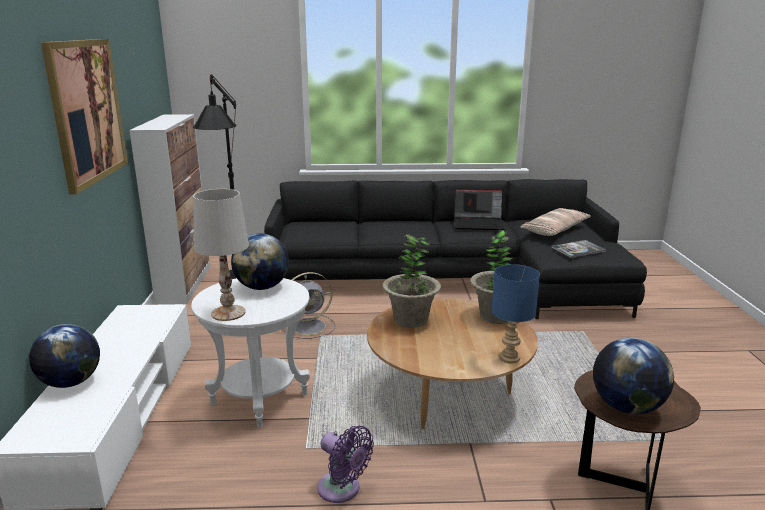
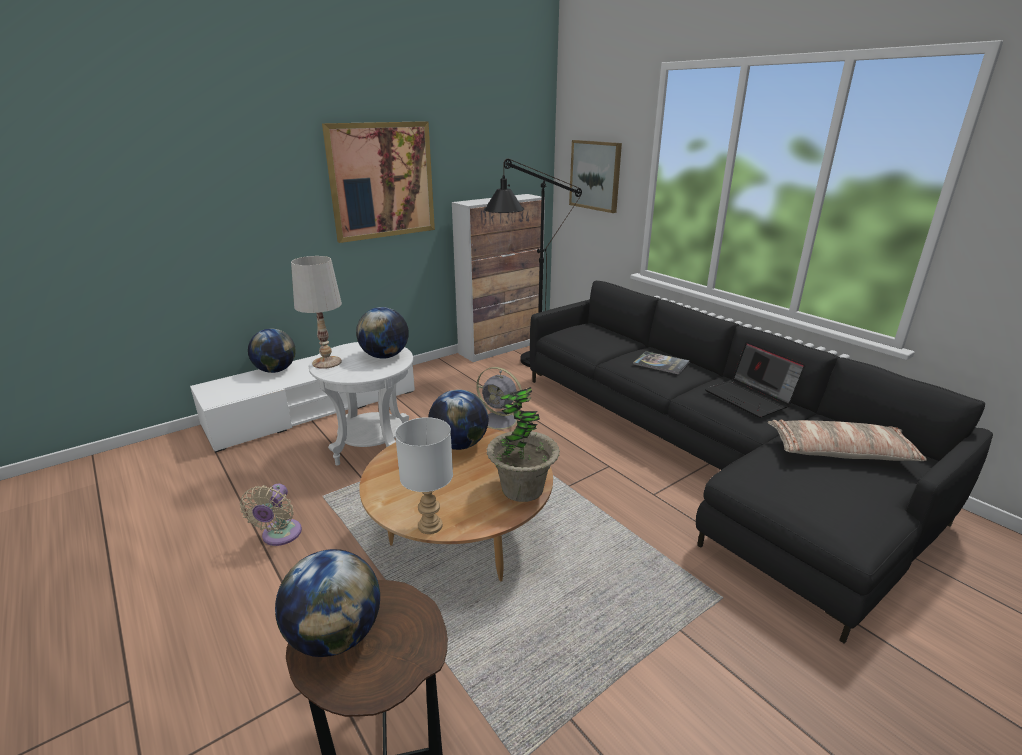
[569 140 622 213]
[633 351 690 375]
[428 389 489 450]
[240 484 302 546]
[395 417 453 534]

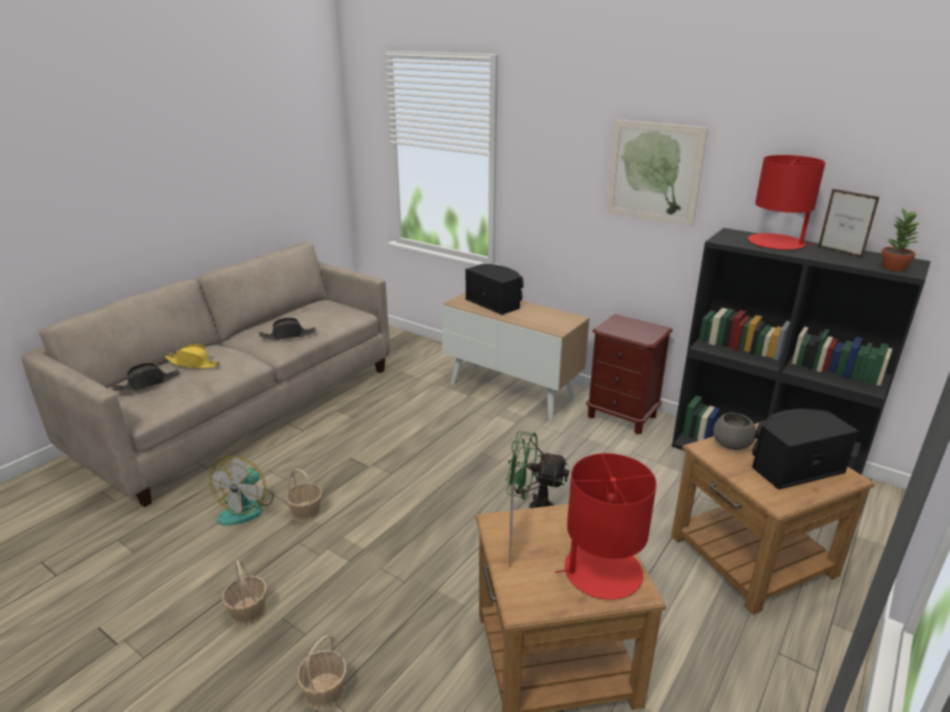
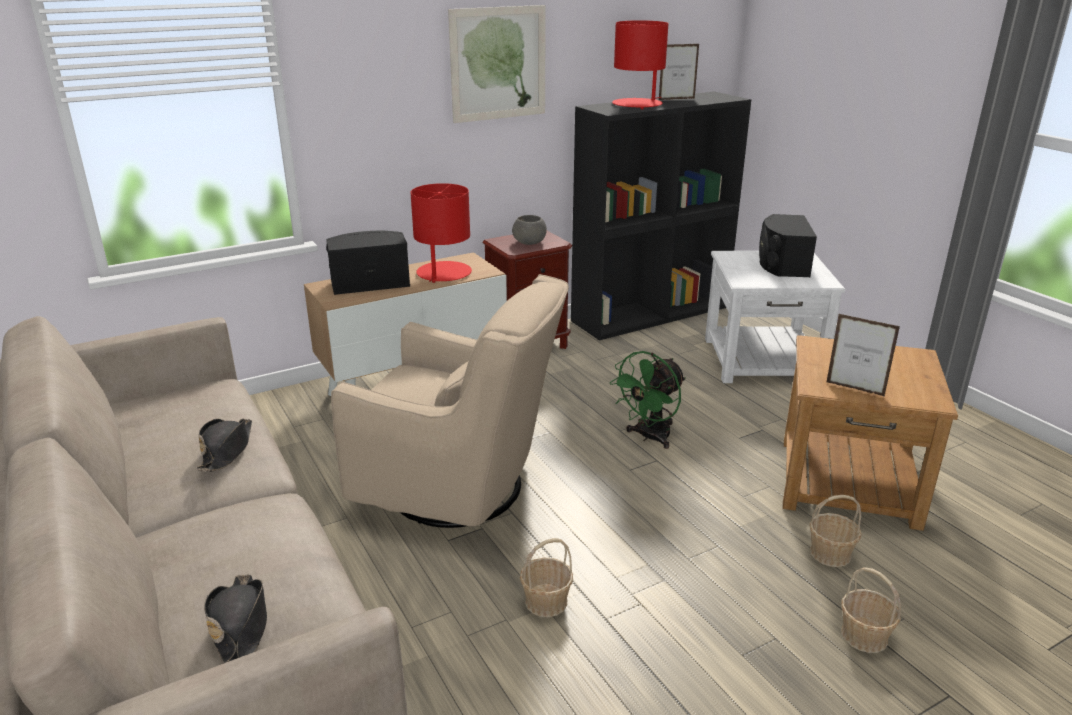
[165 344 221 369] (first image)
[210 456 274 526] (first image)
[881 207 920 272] (first image)
[331 274 569 528]
[809 495 862 567]
[410 183 472 283]
[512 215 547 245]
[705 251 845 383]

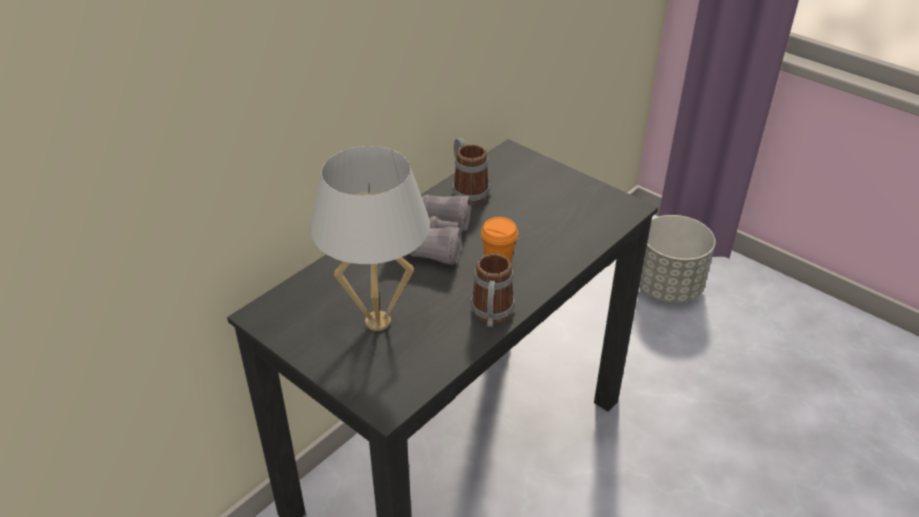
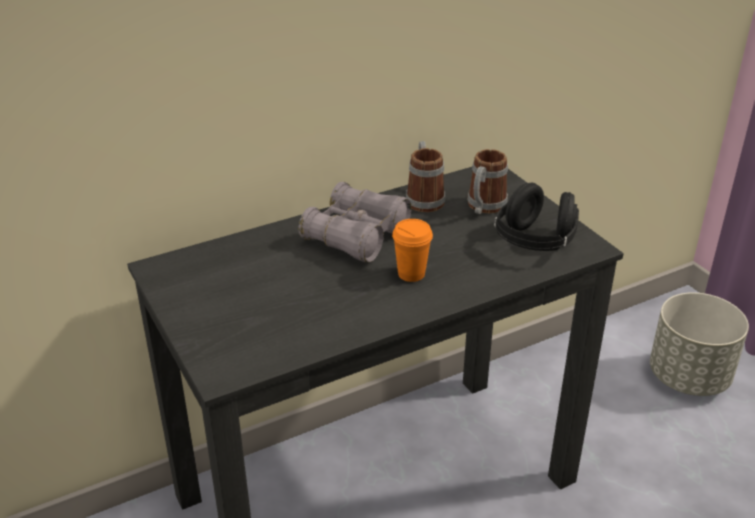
[310 146 430 331] (first image)
[494 183 579 251]
[467 149 508 214]

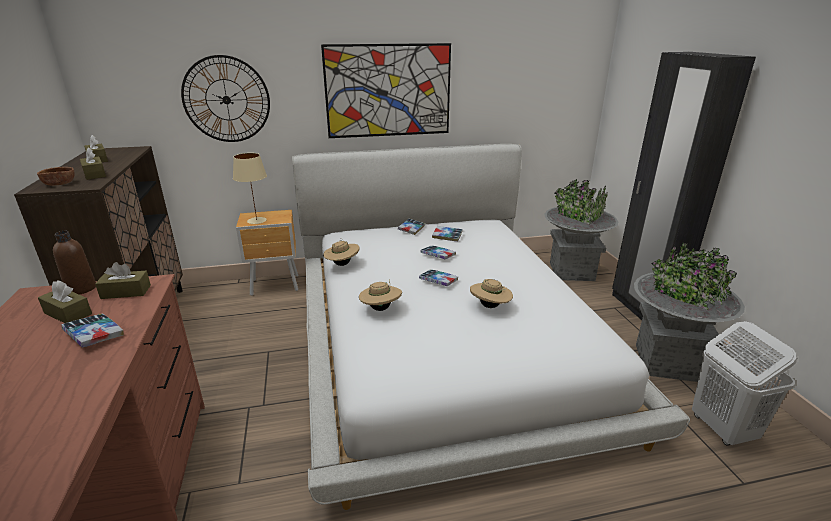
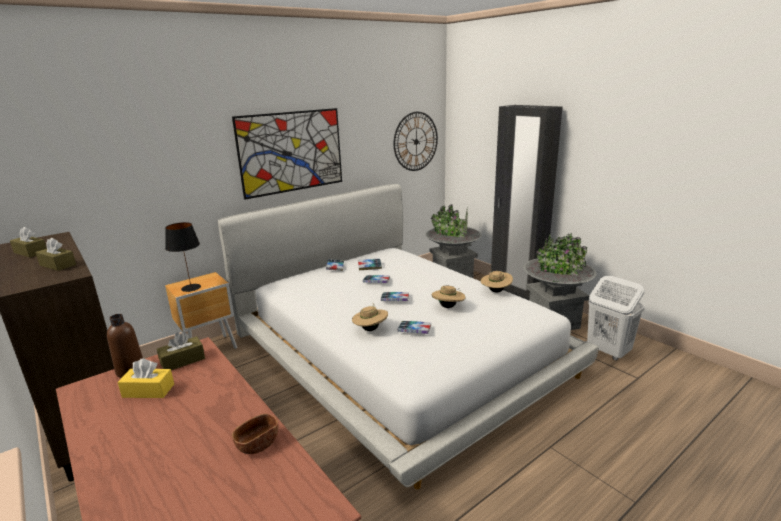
[232 414 278 454]
[398 321 431 334]
[394 112 438 171]
[481 269 513 293]
[118 359 174 398]
[165 222 201 292]

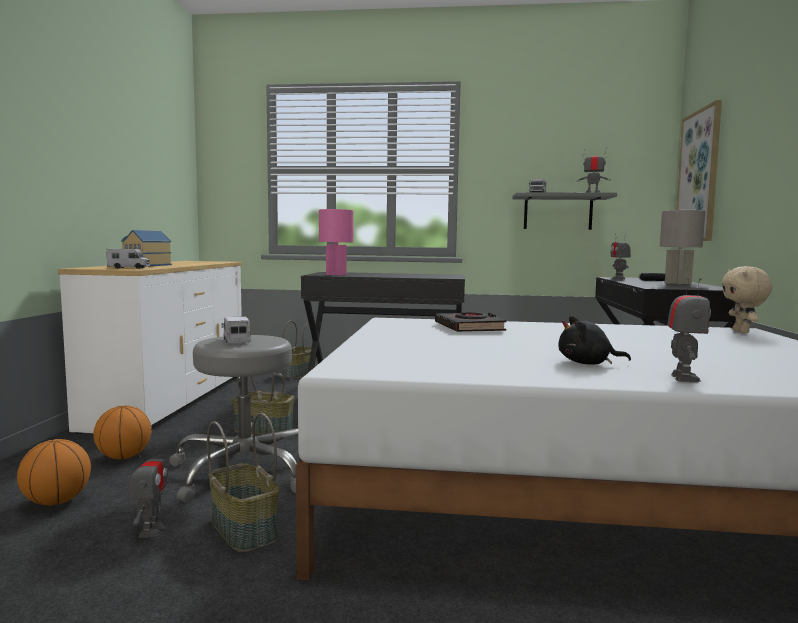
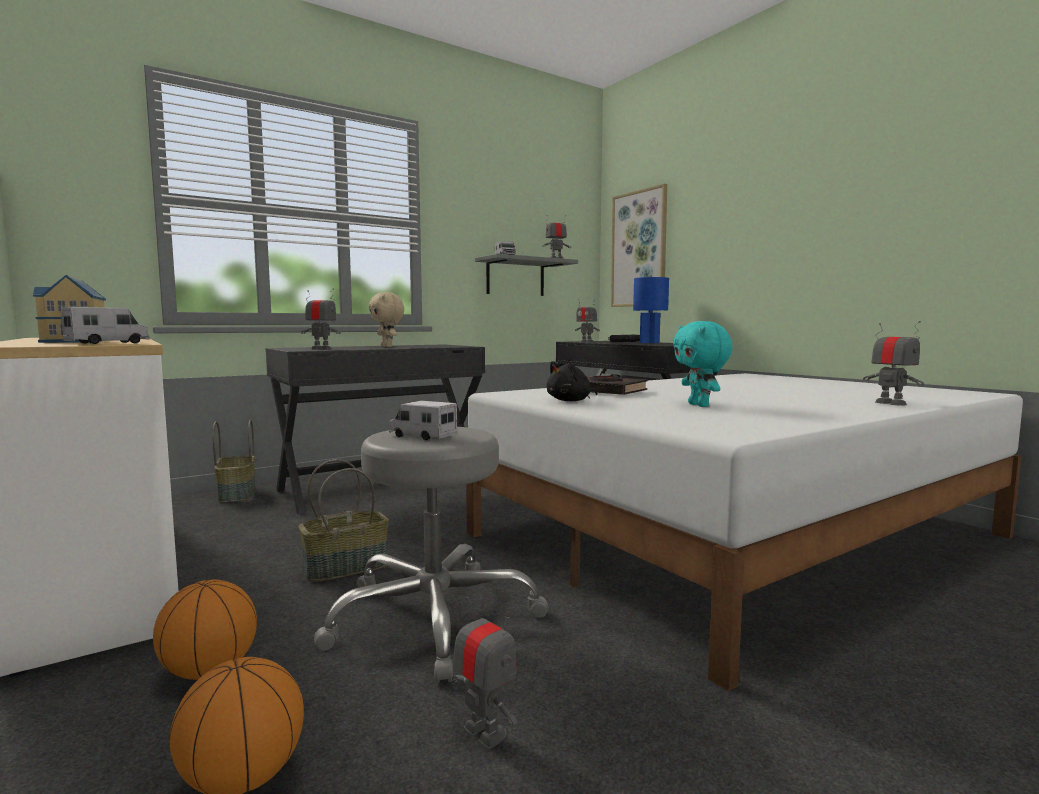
[207 413 280 552] (first image)
[673 321 733 407]
[546 361 598 401]
[369 292 404 347]
[301 288 341 350]
[633 277 669 343]

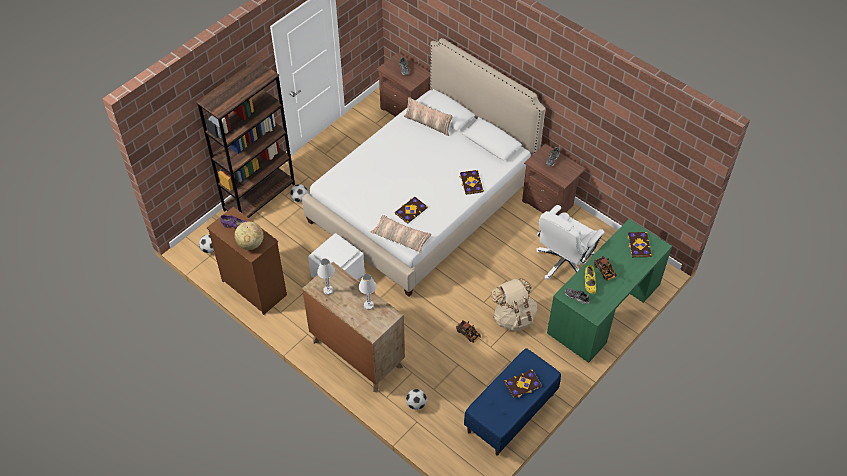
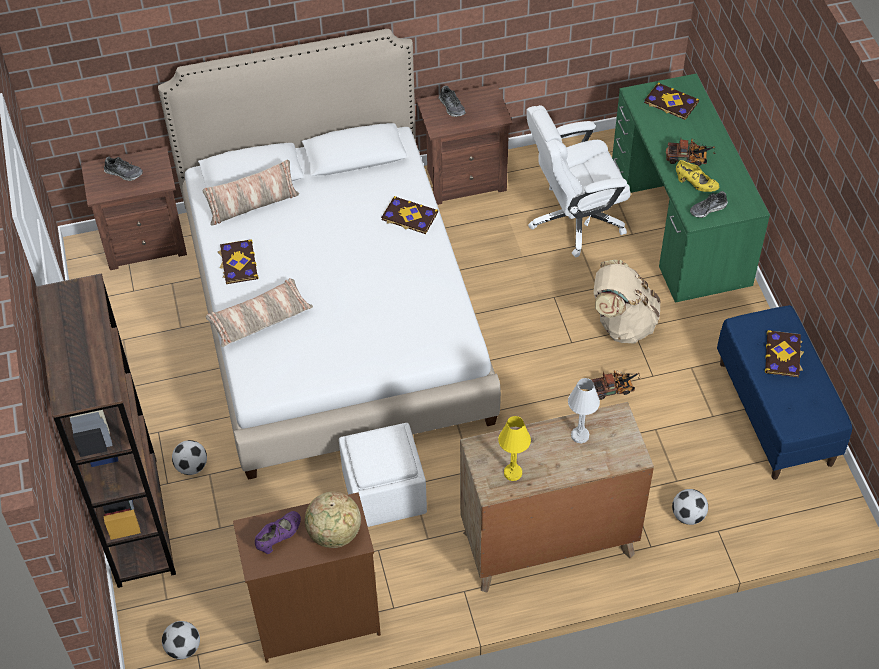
[206 278 313 347]
[218 239 259 284]
[498 416 531 481]
[527 105 631 257]

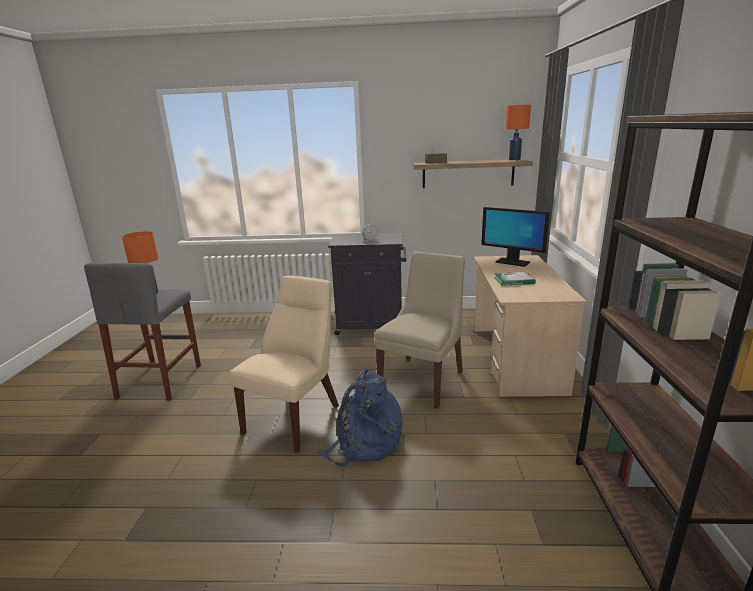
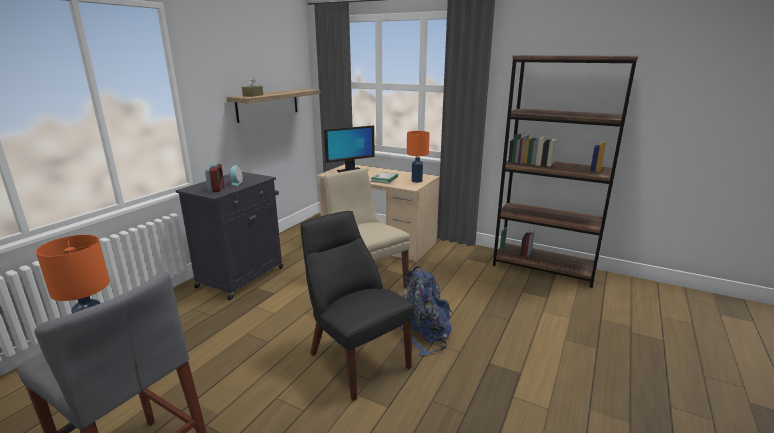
[205 163 224 192]
[407 131 430 183]
[300 211 414 401]

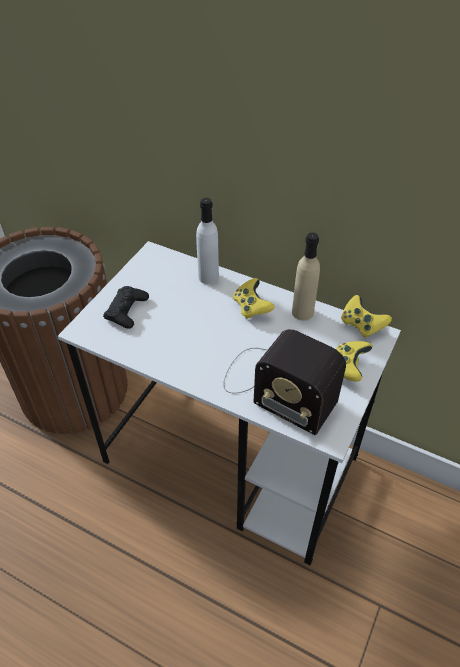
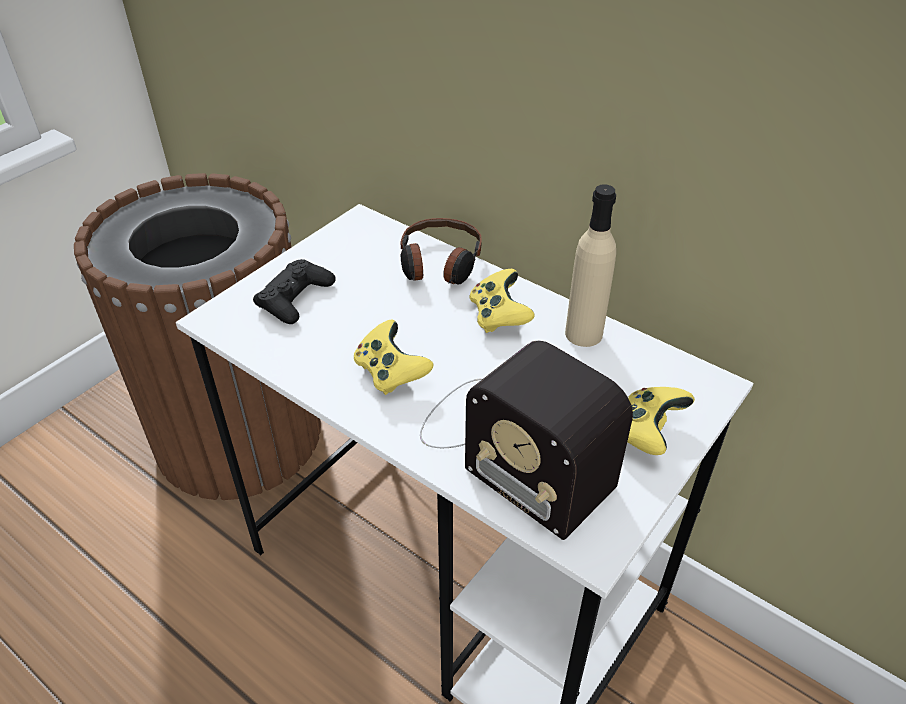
[354 320 434 395]
[400 218 482 285]

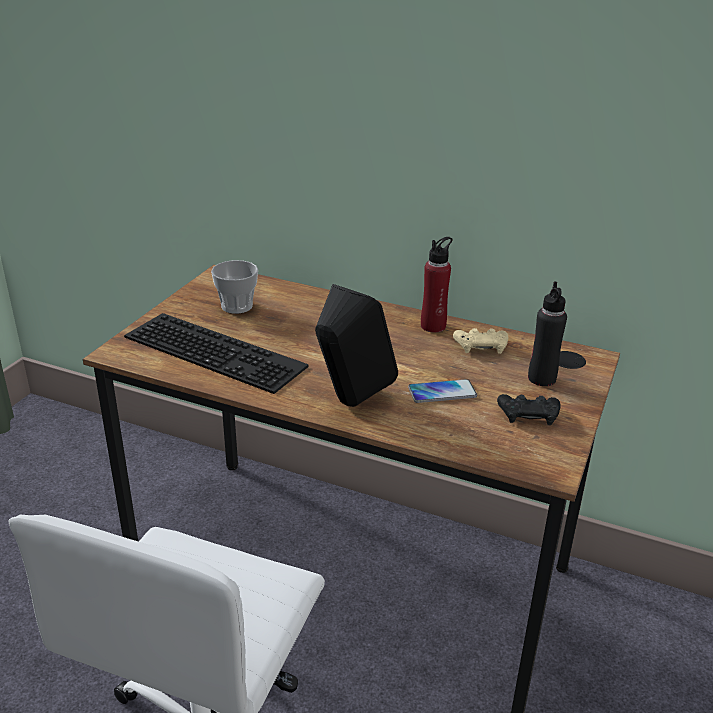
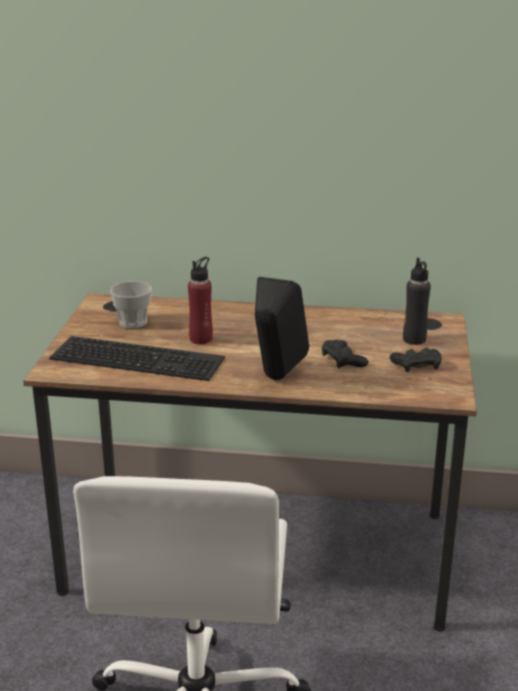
[453 328 508 354] (first image)
[188 257 213 344]
[321 340 368 369]

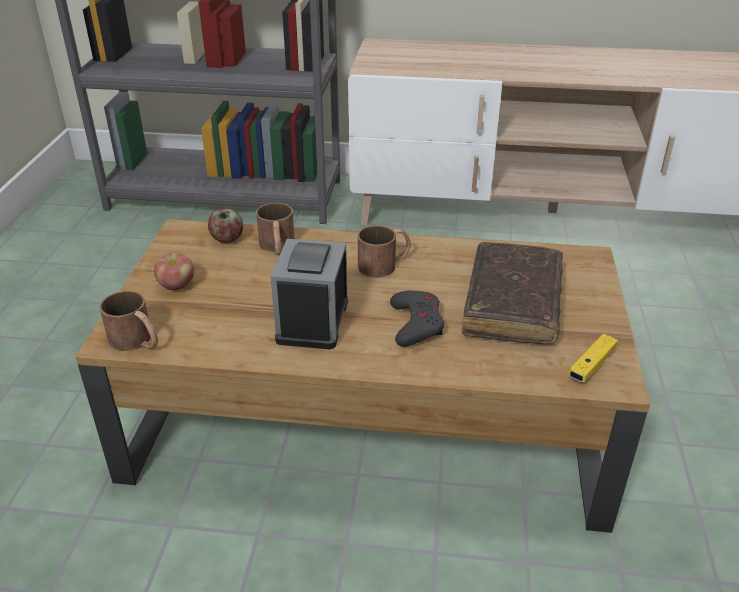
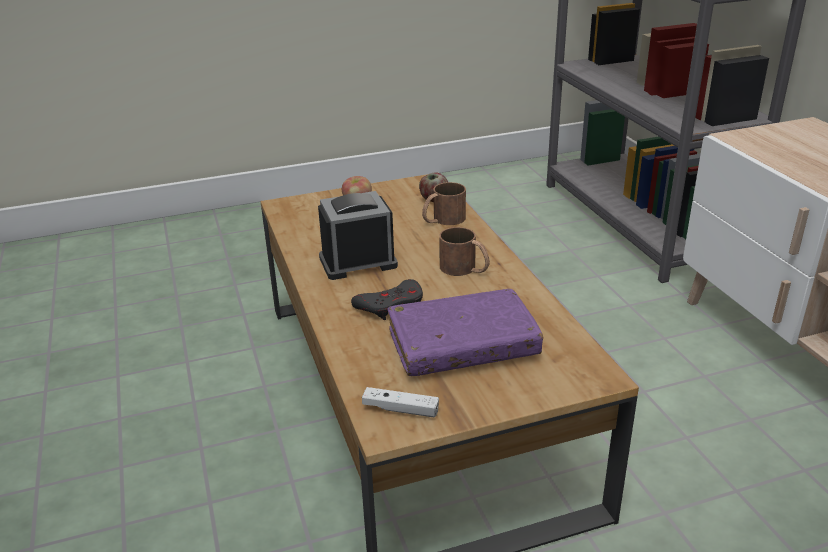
[100 291 158 351] (first image)
[388 289 543 376]
[362 387 439 417]

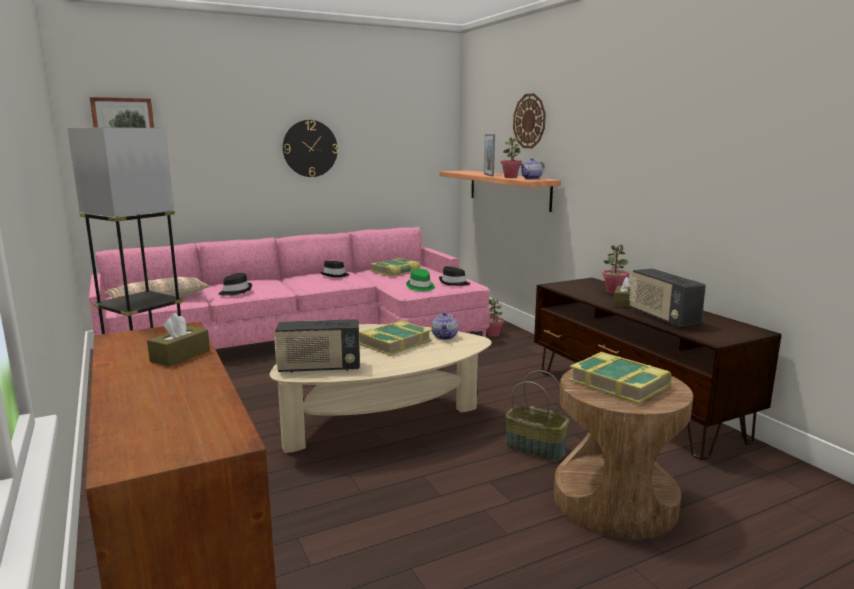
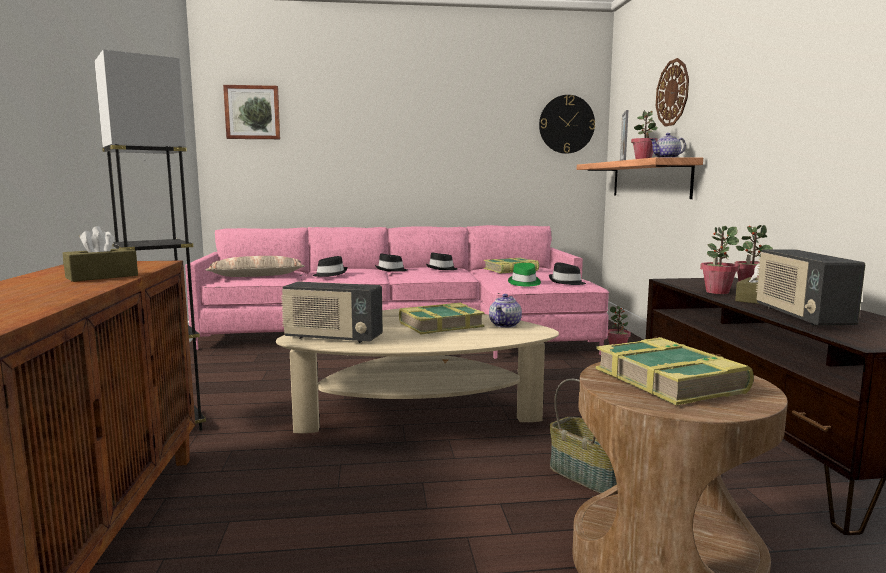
[375 254 407 272]
[700 226 739 294]
[539 95 595 154]

